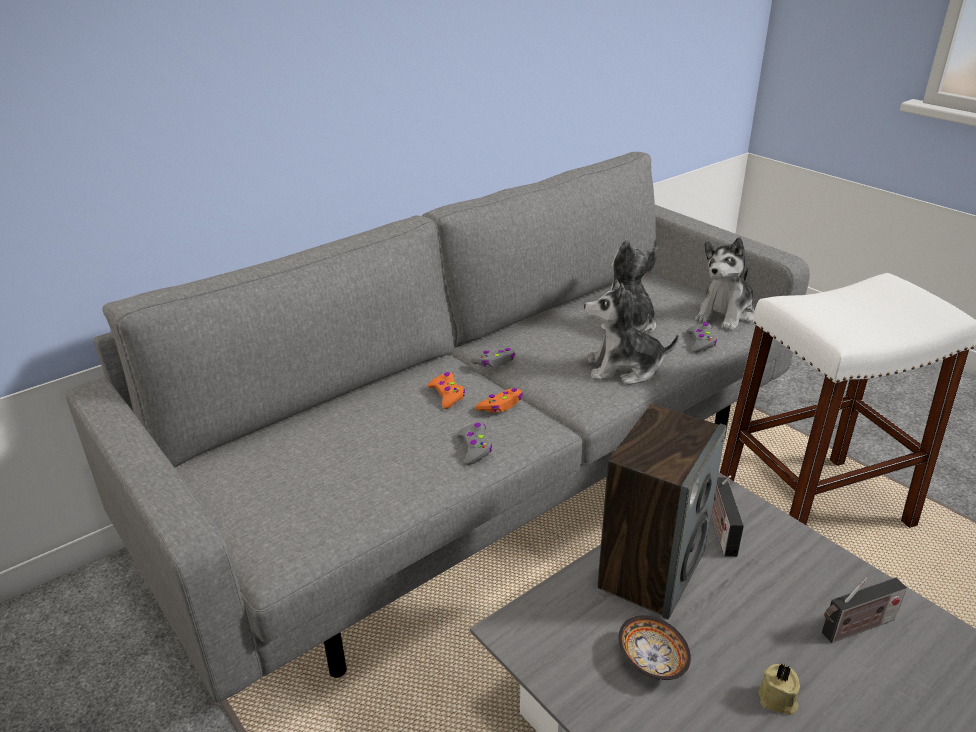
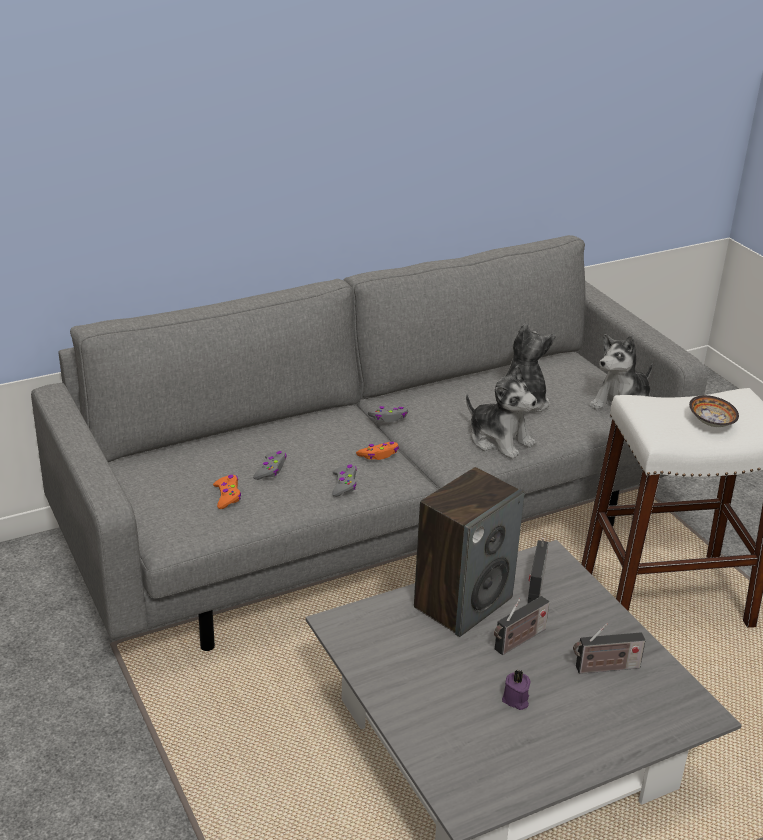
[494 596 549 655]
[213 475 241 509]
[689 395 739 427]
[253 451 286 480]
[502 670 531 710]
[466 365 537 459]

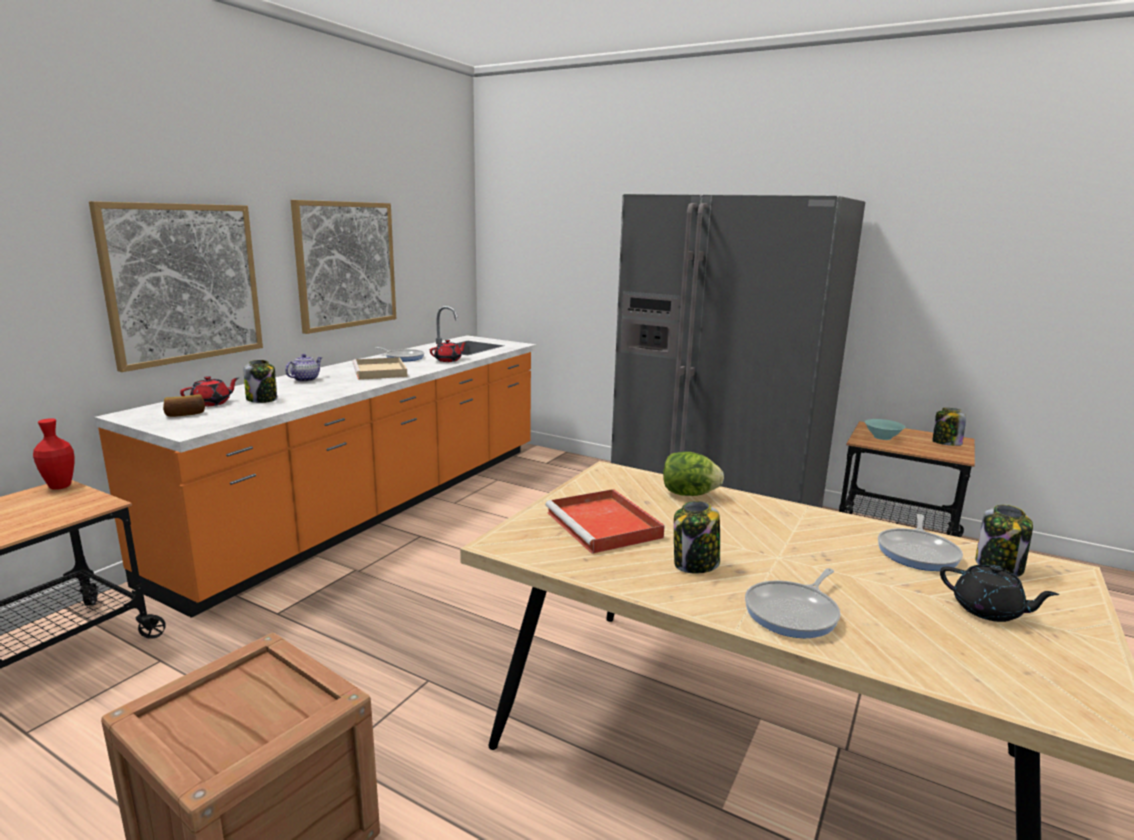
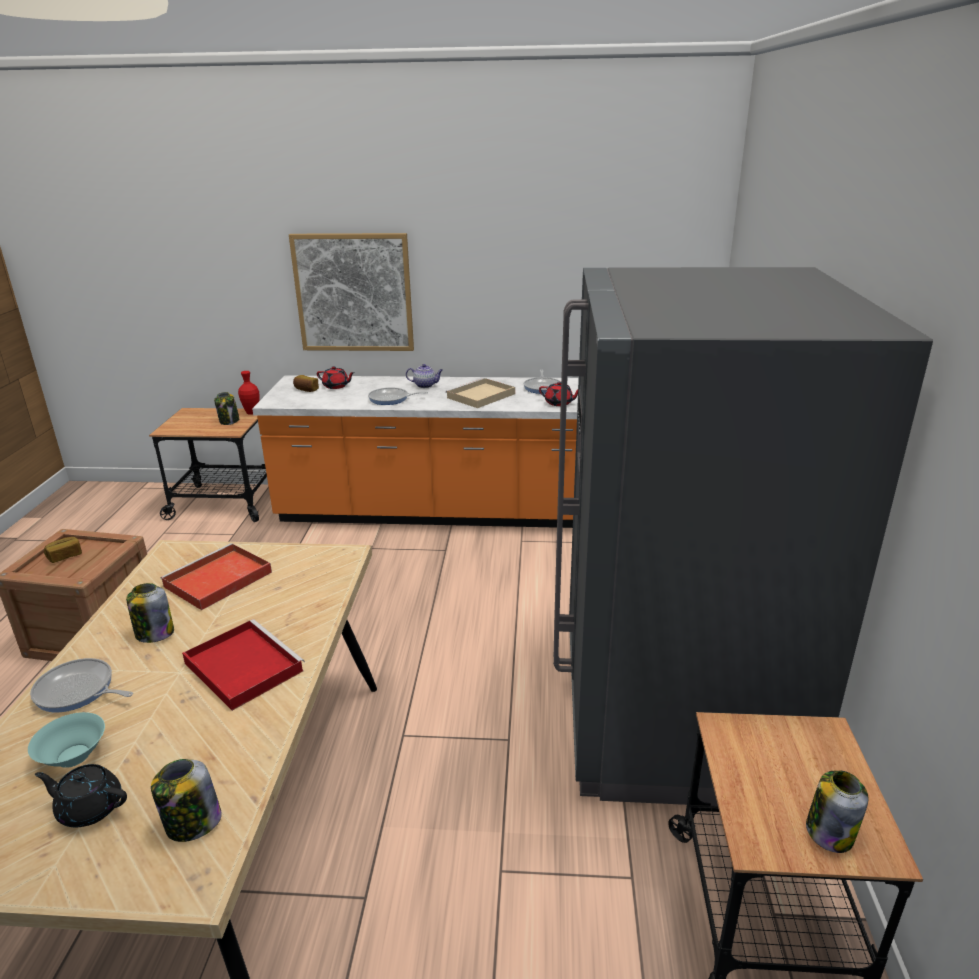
[291 200 396 334] (first image)
[663 452 724 496] (first image)
[44 537 82 563]
[182 619 305 711]
[214 392 239 425]
[28 712 105 768]
[368 387 428 405]
[35 764 127 827]

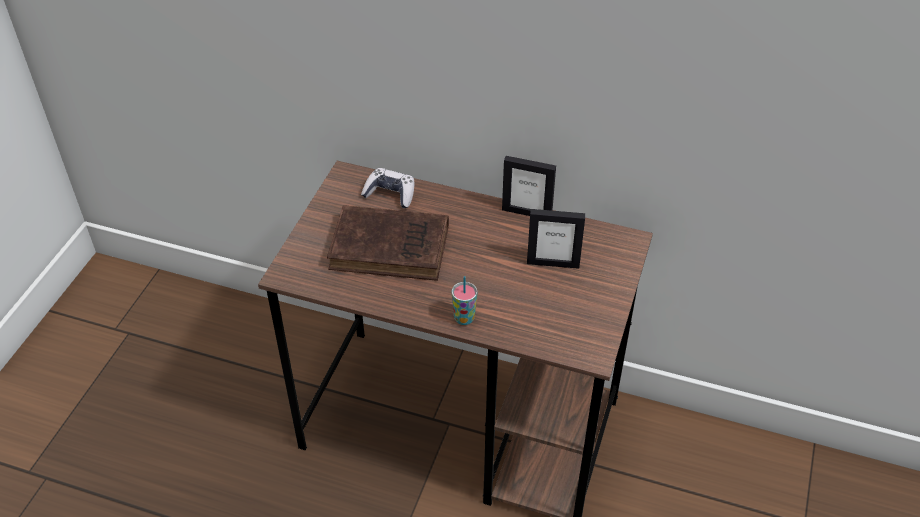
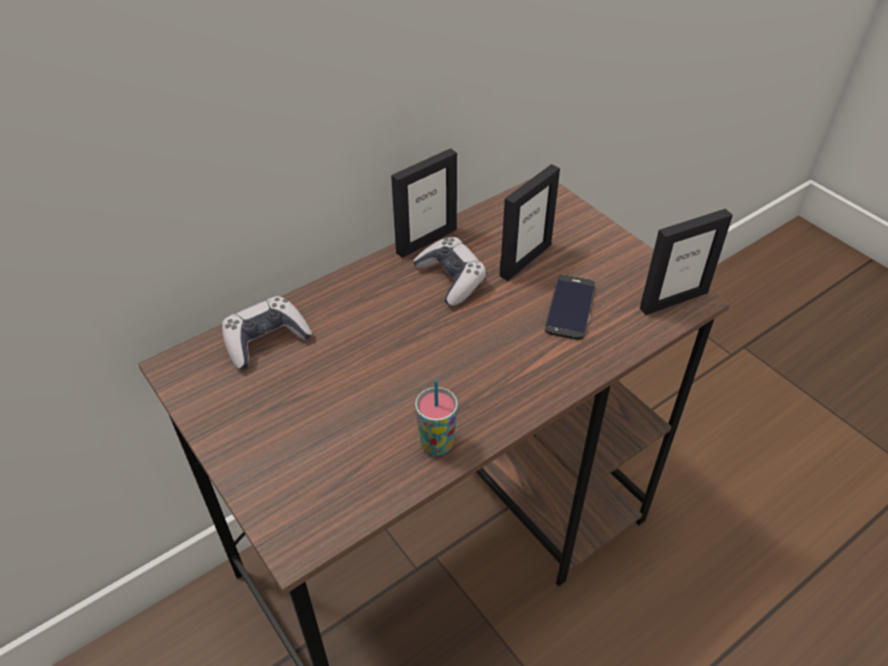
[327 205 449 281] (first image)
[413 237 487 306]
[545 275 596 340]
[640 209 733 315]
[415 380 458 456]

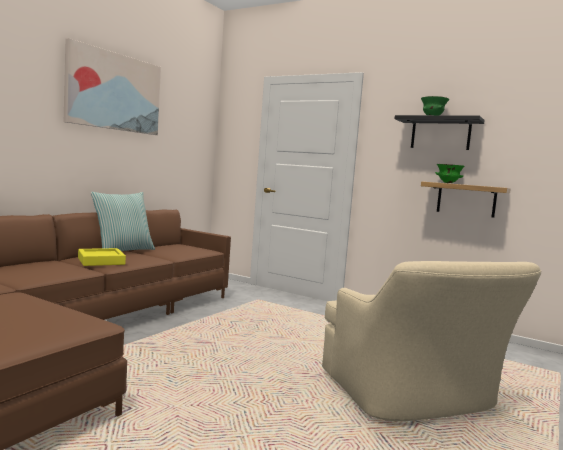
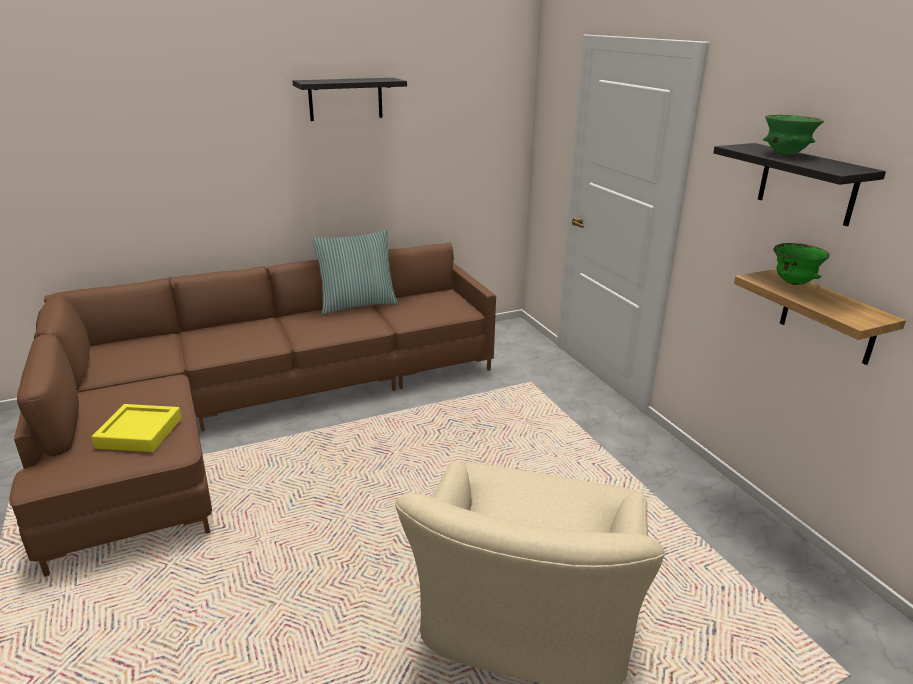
[92 404 181 452]
[293 78 407 121]

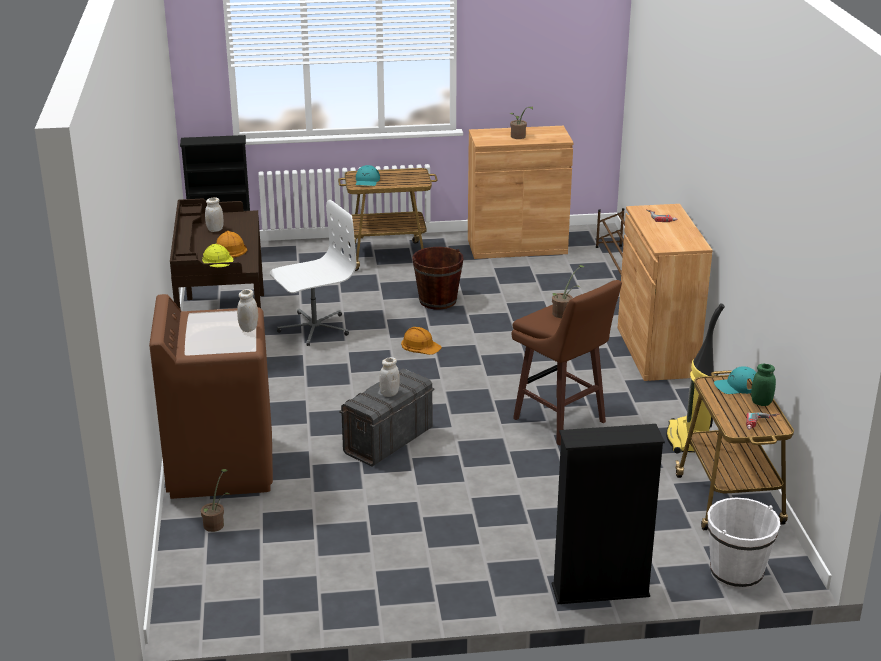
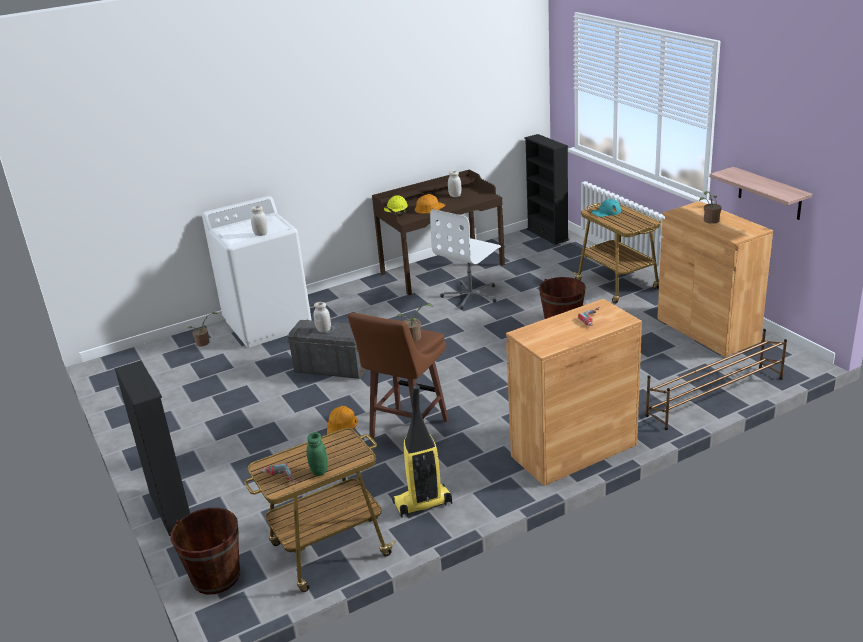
[714 367 757 394] (first image)
[709 167 813 220]
[327 406 358 434]
[202 196 312 348]
[171 508 240 594]
[430 209 501 309]

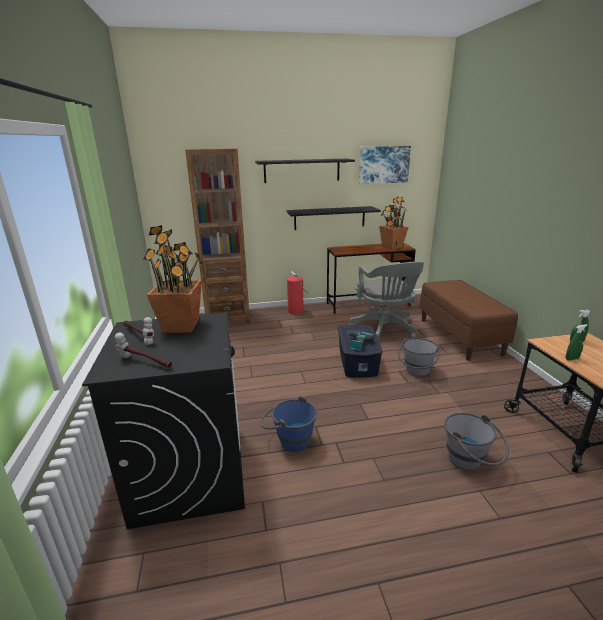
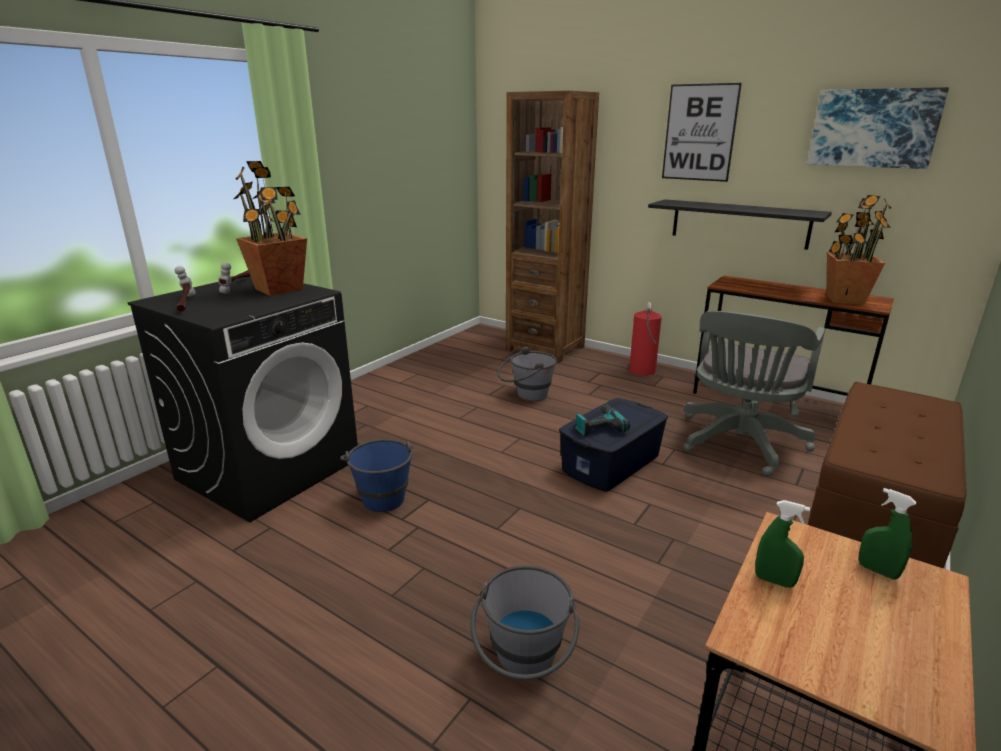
[498 347 557 401]
[662 83 742 182]

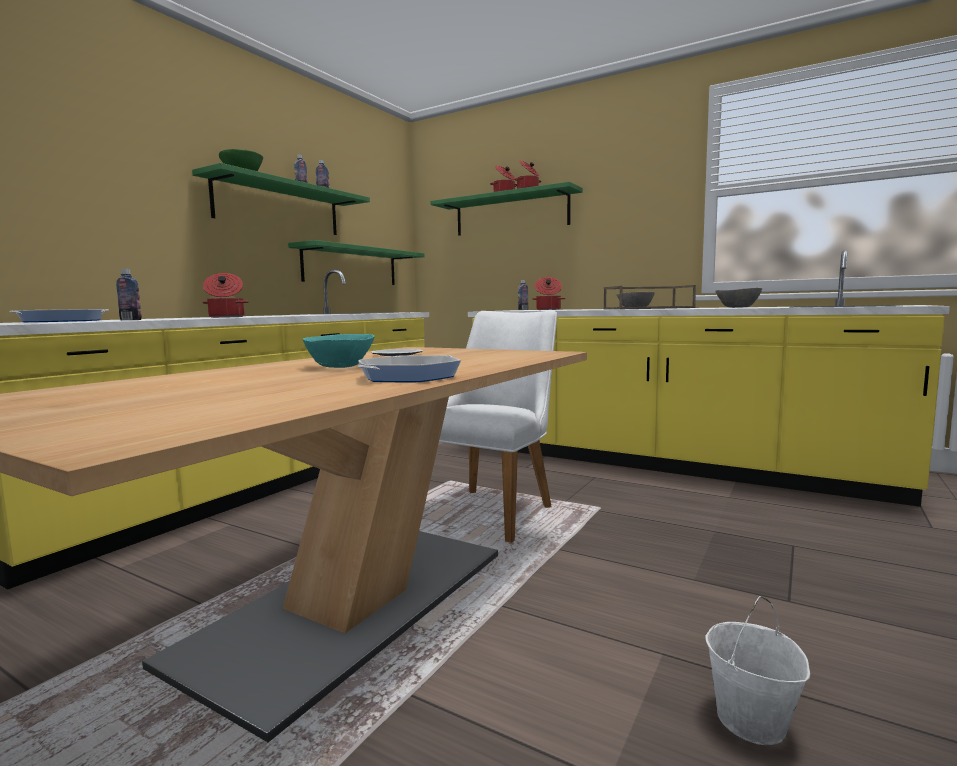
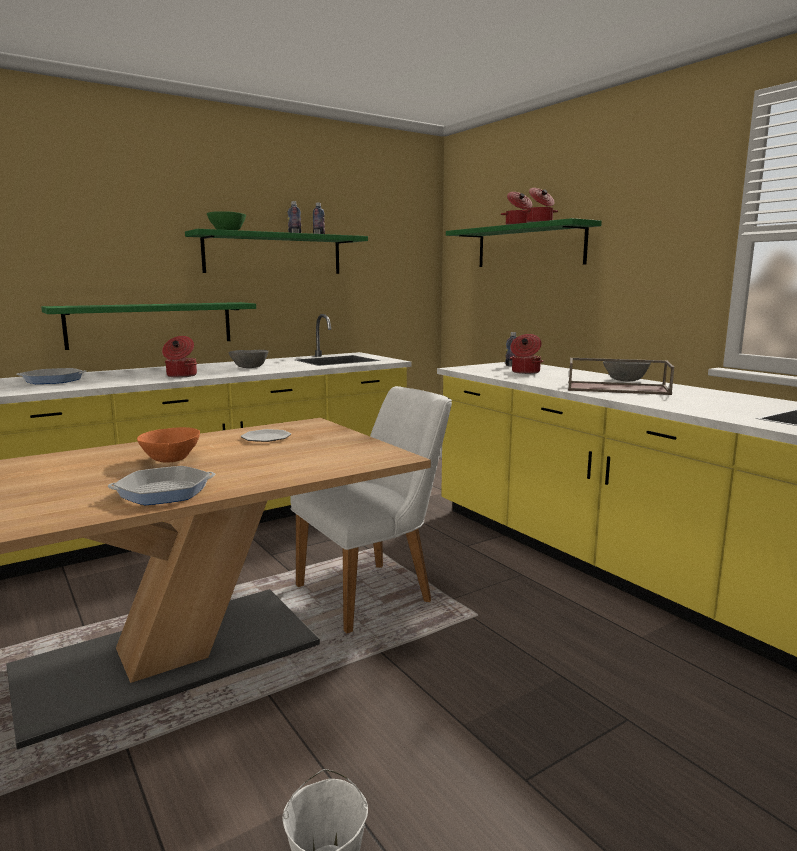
[116 269 141 320] (first image)
[41 302 256 350]
[228 350 269 368]
[137 427 200 463]

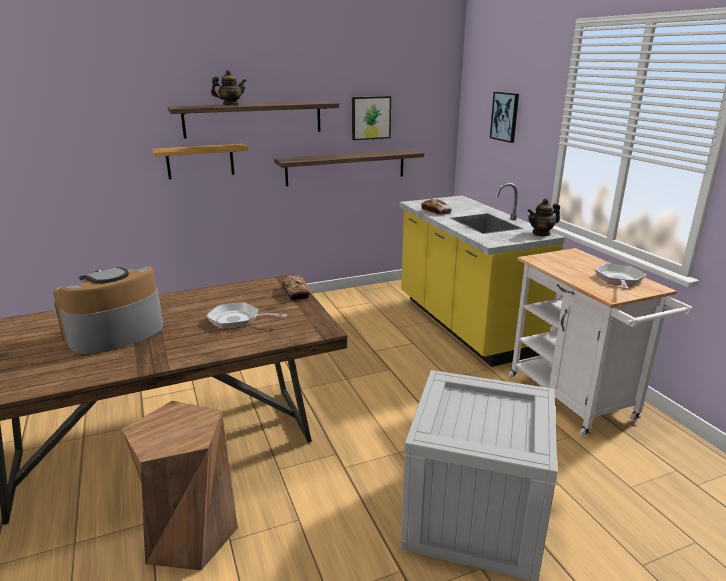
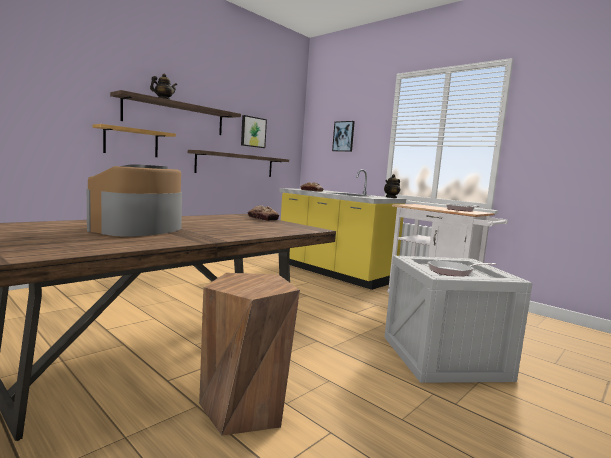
[427 260 496 276]

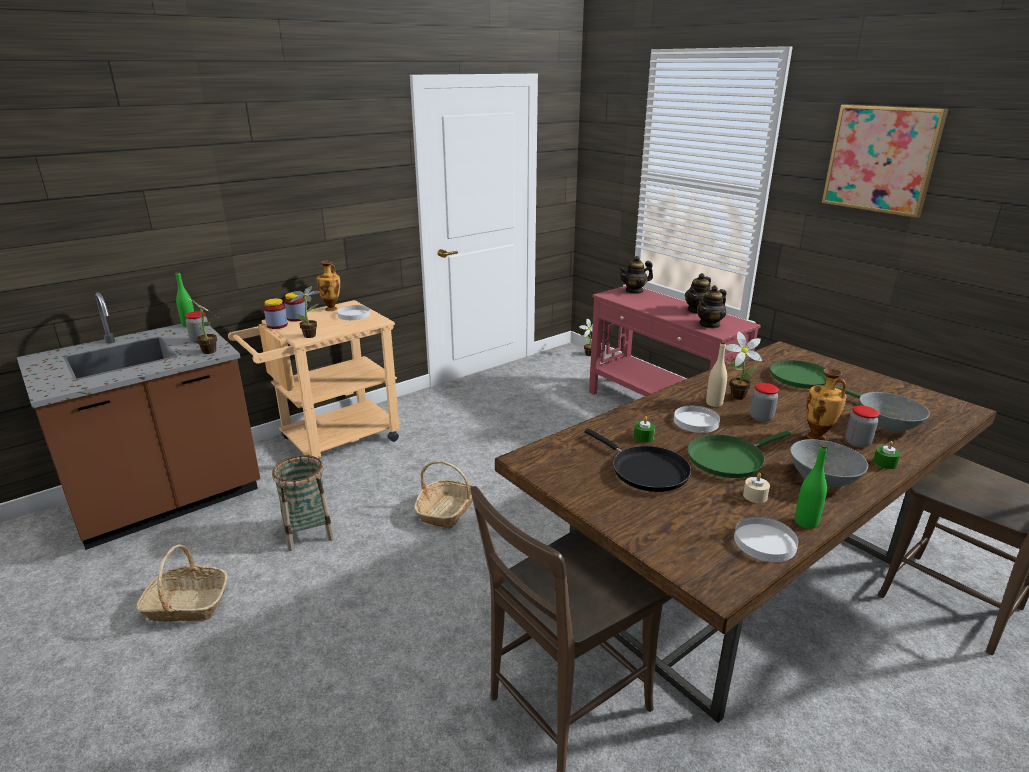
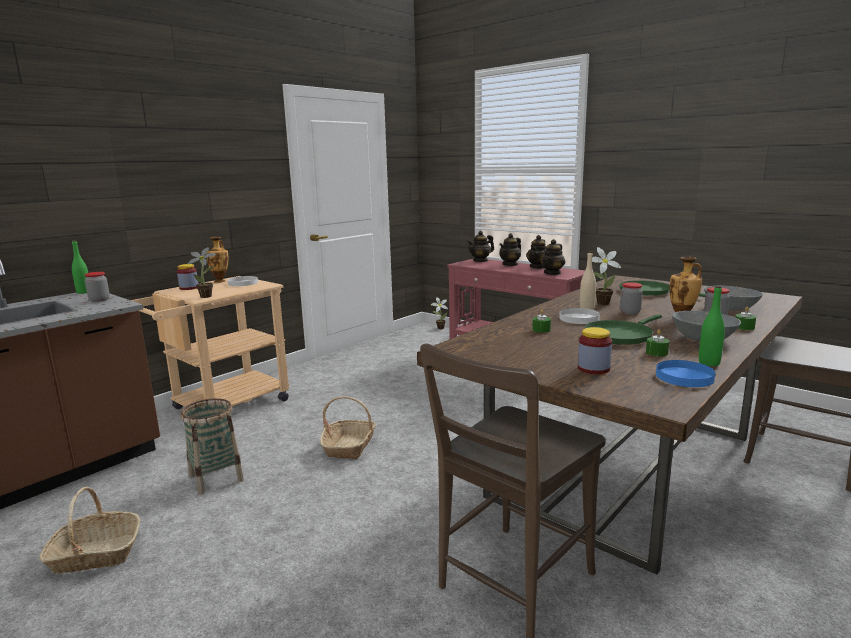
[185 297 217 354] (first image)
[585 429 691 492] (first image)
[822 104 948 218] (first image)
[499 233 521 266]
[578 327 612 374]
[656 360 715 387]
[646 329 669 357]

